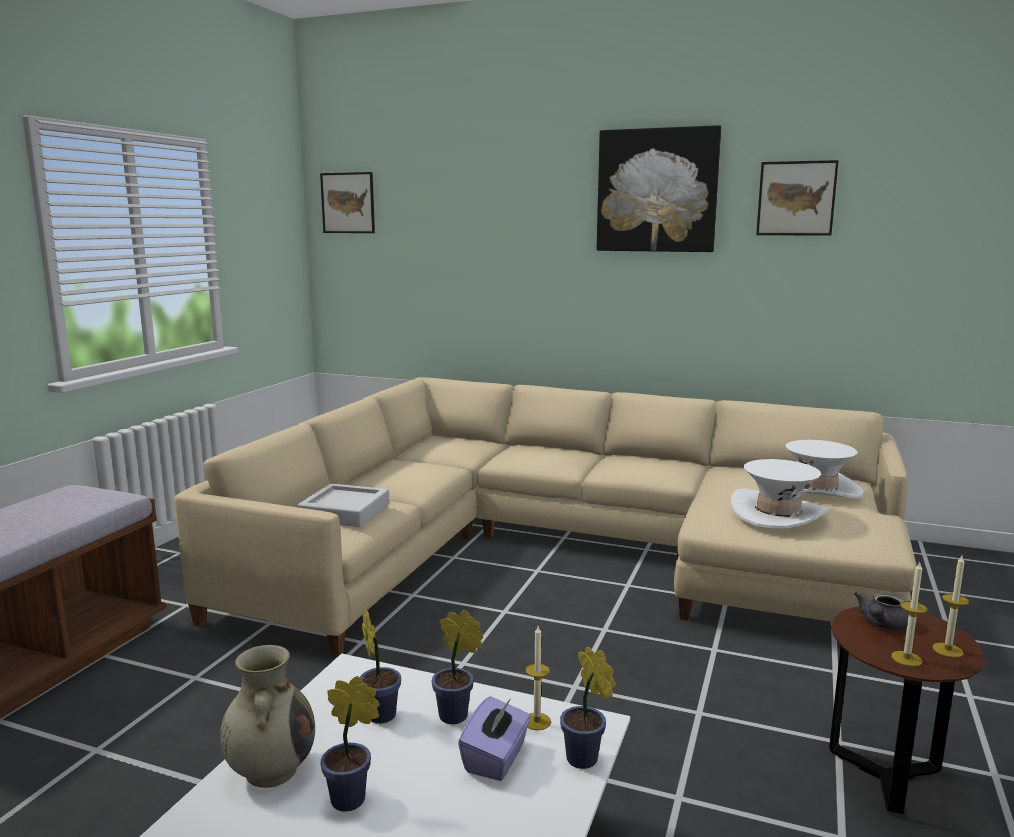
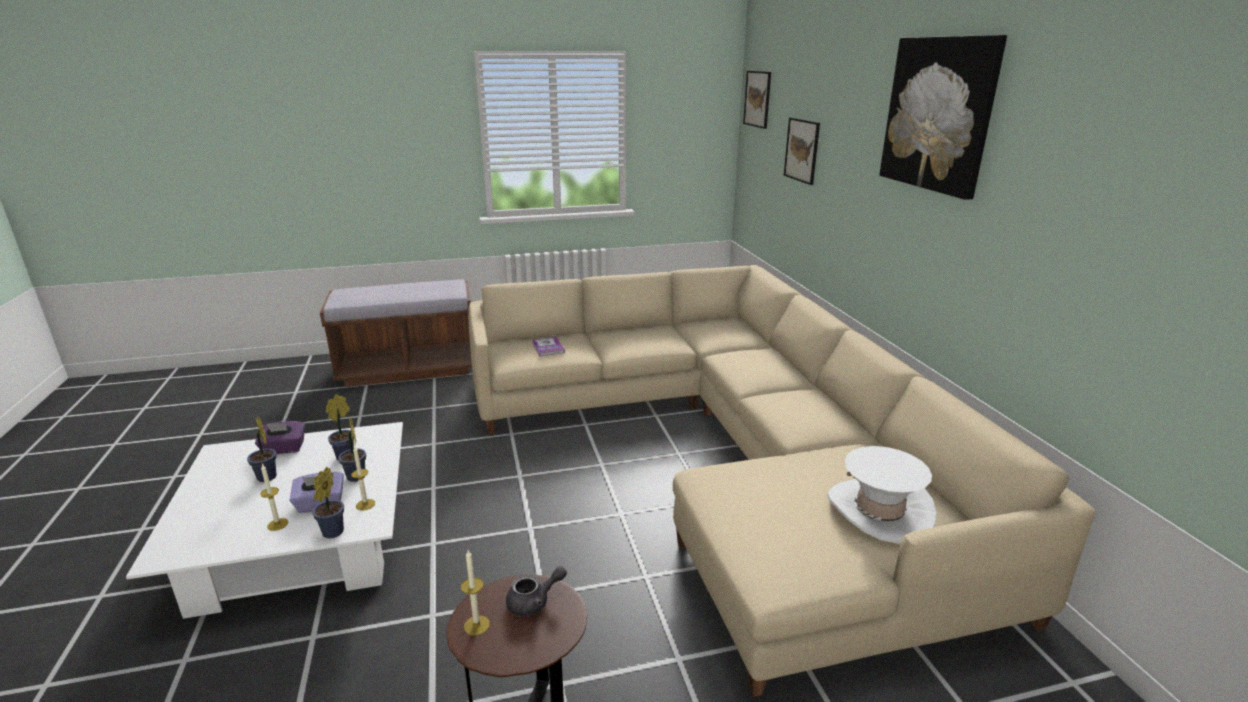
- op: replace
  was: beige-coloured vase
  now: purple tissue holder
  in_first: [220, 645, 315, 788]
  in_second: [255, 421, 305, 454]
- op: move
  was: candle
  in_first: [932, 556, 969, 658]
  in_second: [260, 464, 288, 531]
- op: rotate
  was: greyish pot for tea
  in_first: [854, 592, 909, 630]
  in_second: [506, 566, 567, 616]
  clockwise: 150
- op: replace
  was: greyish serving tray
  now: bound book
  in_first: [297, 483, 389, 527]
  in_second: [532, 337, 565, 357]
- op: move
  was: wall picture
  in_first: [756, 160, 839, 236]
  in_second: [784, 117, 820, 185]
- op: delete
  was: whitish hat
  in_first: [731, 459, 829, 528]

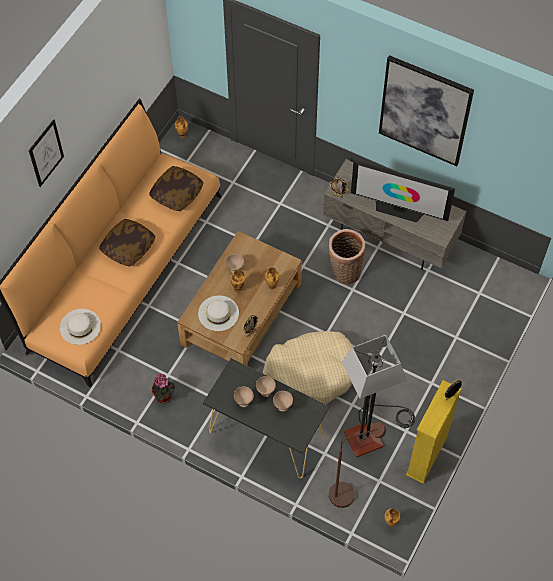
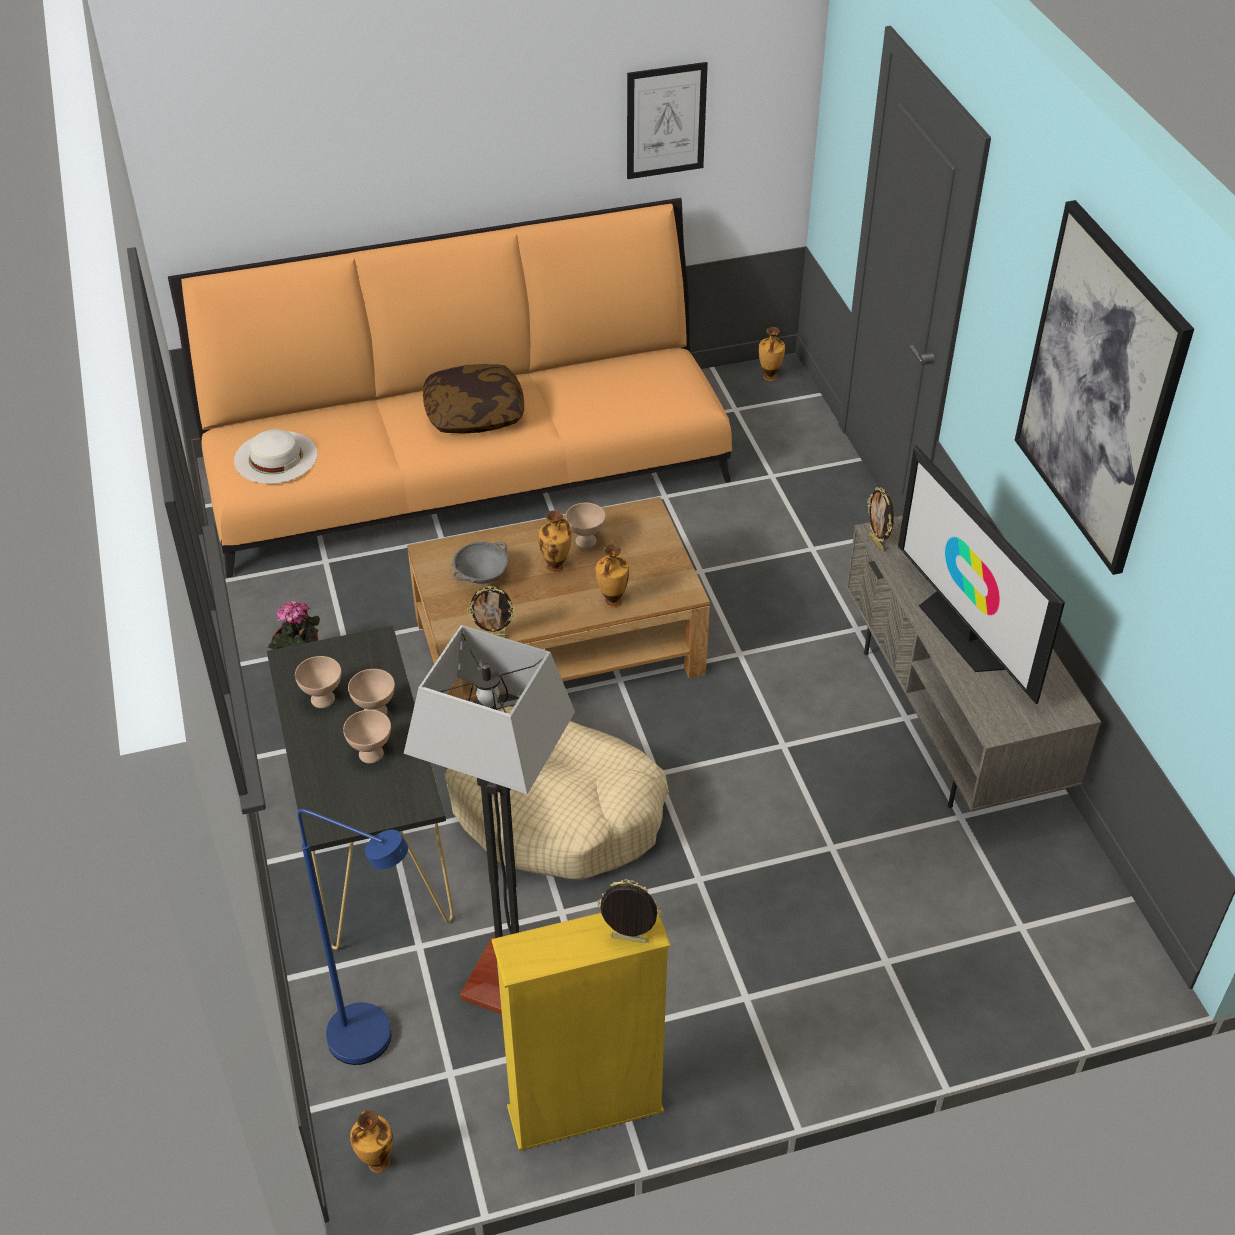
- op: recolor
  was: brown floor lamp
  now: blue floor lamp
  in_first: [329, 422, 386, 508]
  in_second: [297, 809, 408, 1065]
- op: replace
  was: whitish hat
  now: greyish deep dish
  in_first: [198, 295, 239, 331]
  in_second: [451, 542, 510, 585]
- op: move
  was: wall picture
  in_first: [29, 119, 64, 187]
  in_second: [627, 62, 708, 179]
- op: delete
  was: throw pillow
  in_first: [149, 166, 204, 211]
- op: delete
  was: basket
  in_first: [328, 229, 365, 284]

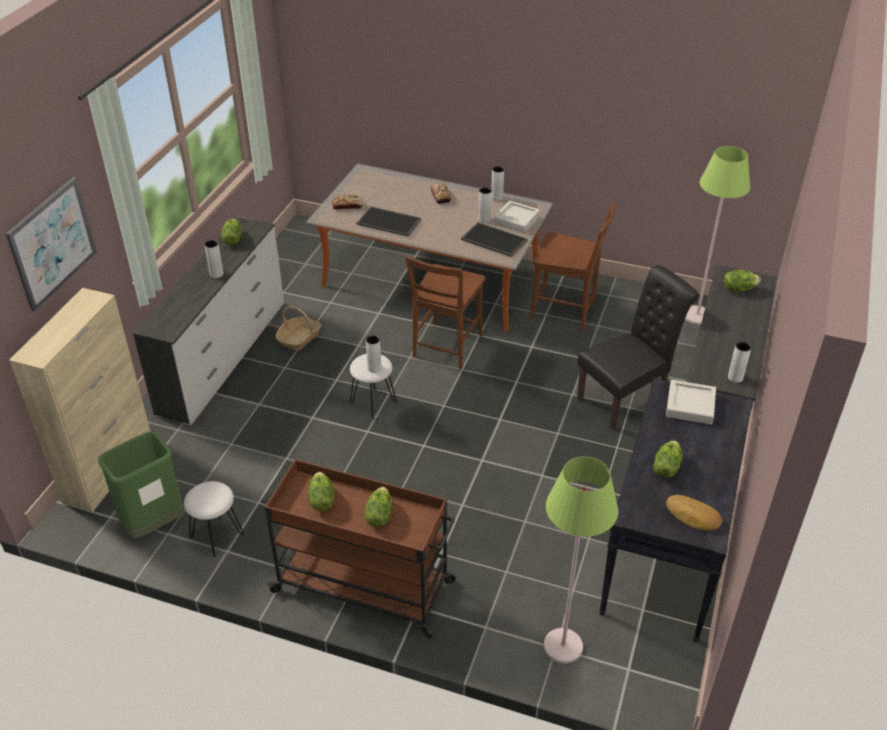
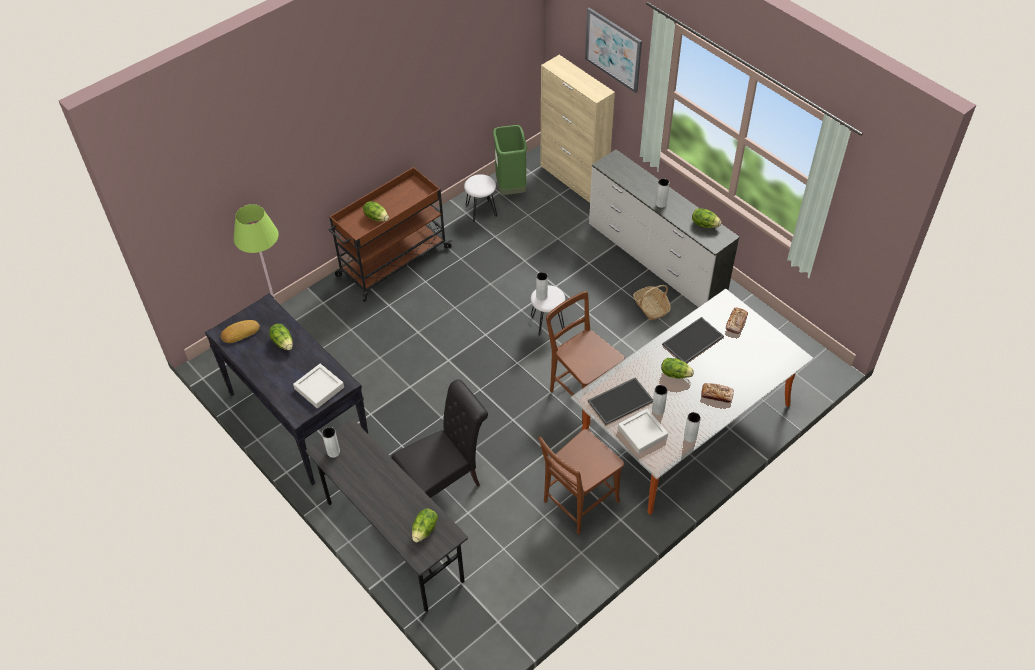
- op: rotate
  was: blackish chair
  in_first: [577, 265, 699, 430]
  in_second: [391, 379, 488, 498]
  clockwise: -120
- op: move
  was: head of lettuce
  in_first: [308, 472, 334, 511]
  in_second: [661, 358, 694, 379]
- op: delete
  was: green floor lamp
  in_first: [685, 146, 750, 325]

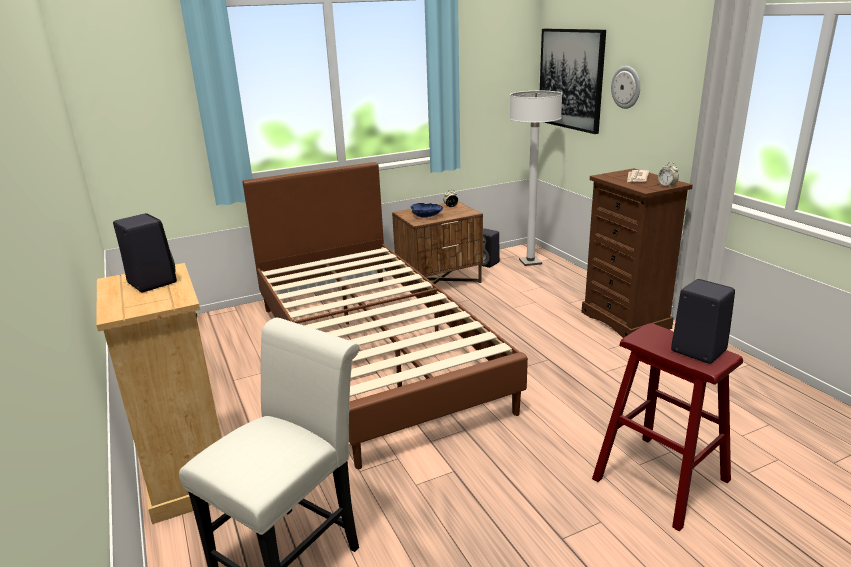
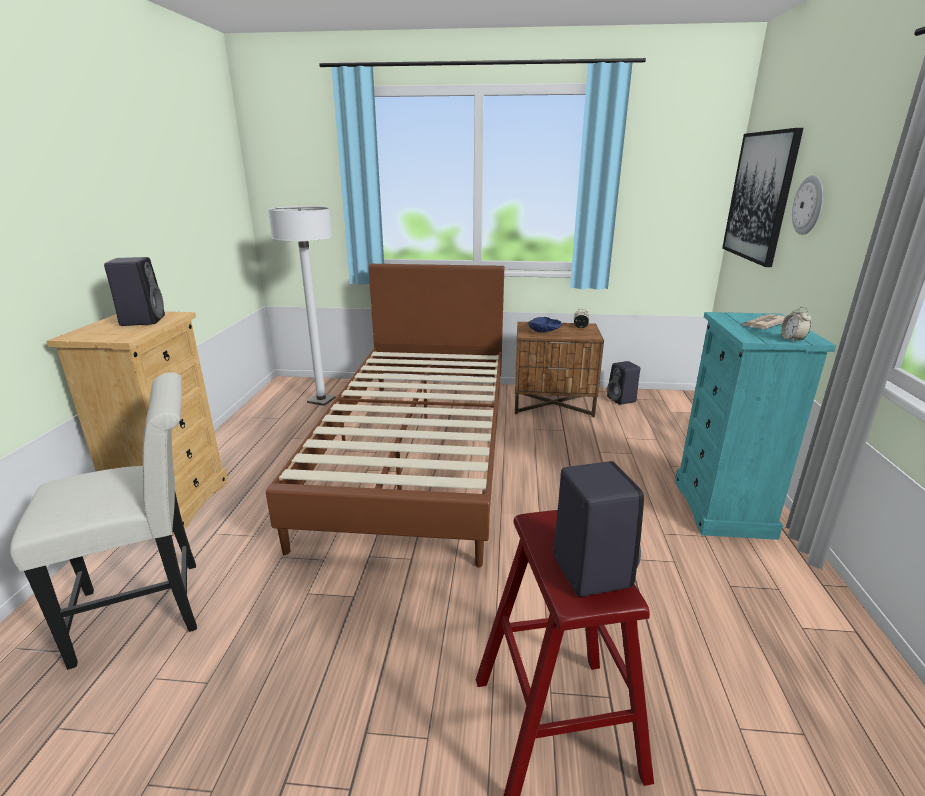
- op: move
  was: whitish floor lamp
  in_first: [510, 91, 563, 266]
  in_second: [268, 206, 336, 406]
- op: recolor
  was: brown chest of drawers
  now: blue-green chest of drawers
  in_first: [582, 168, 693, 338]
  in_second: [675, 312, 836, 540]

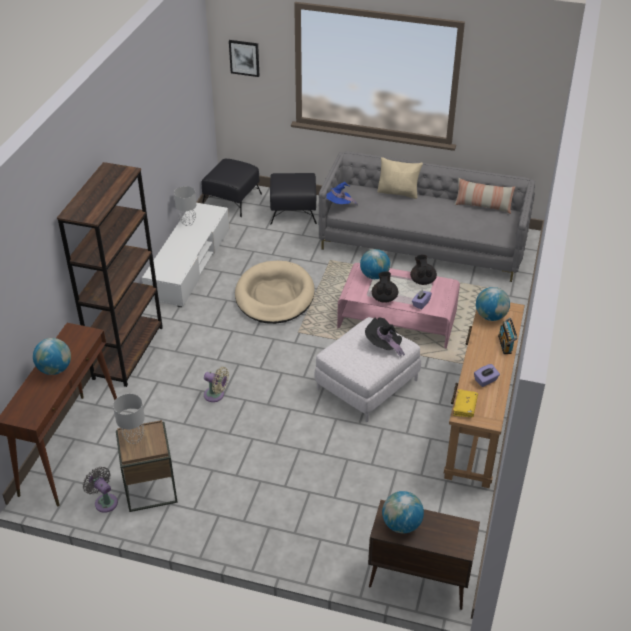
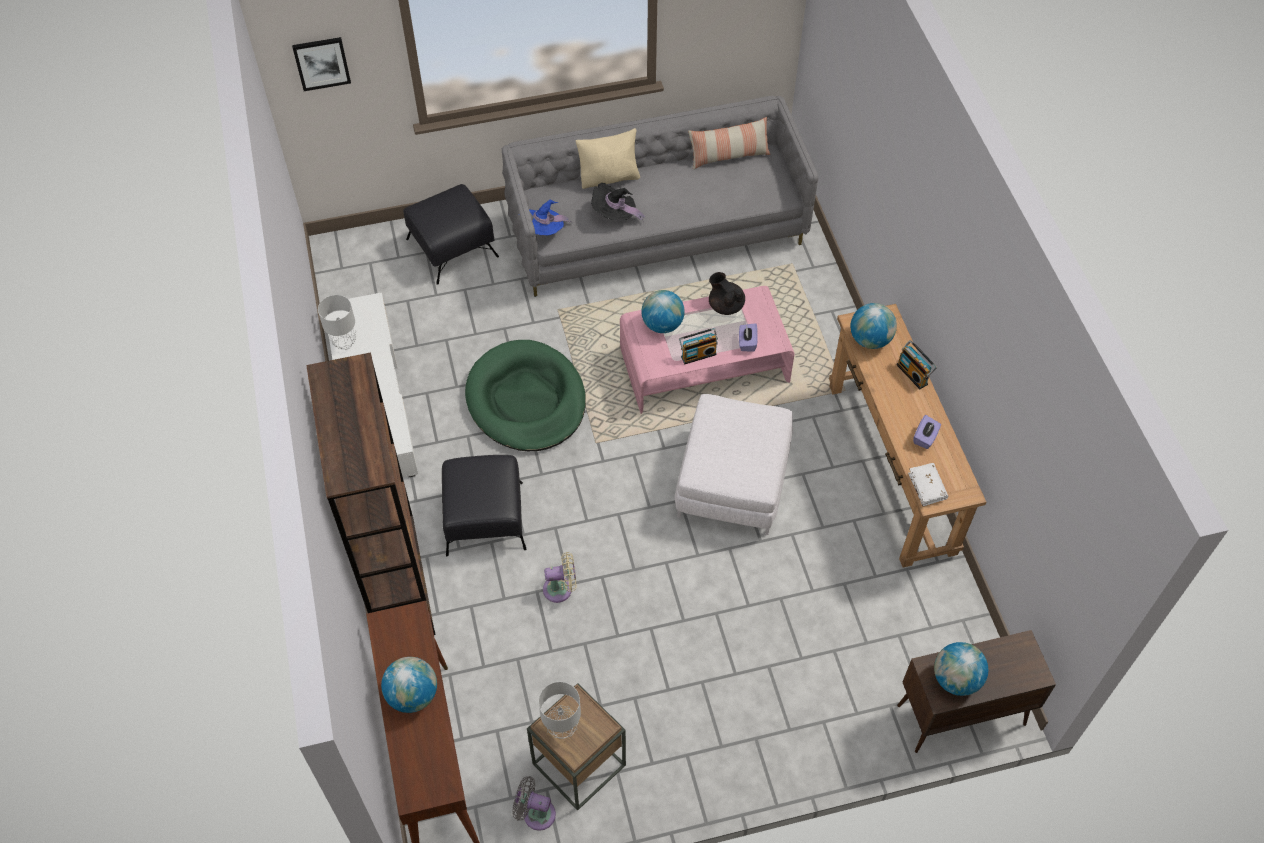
- op: move
  was: blackish pouffe
  in_first: [201, 159, 262, 217]
  in_second: [442, 455, 526, 556]
- op: recolor
  was: beige-coloured pet bed
  now: green pet bed
  in_first: [235, 261, 315, 324]
  in_second: [465, 340, 586, 451]
- op: move
  was: blackish hat
  in_first: [365, 317, 405, 356]
  in_second: [591, 183, 645, 223]
- op: replace
  was: blackish pot for tea
  now: radio
  in_first: [372, 271, 398, 303]
  in_second: [679, 328, 718, 364]
- op: recolor
  was: yellow-coloured bound book
  now: whitish bound book
  in_first: [453, 389, 478, 418]
  in_second: [908, 463, 948, 507]

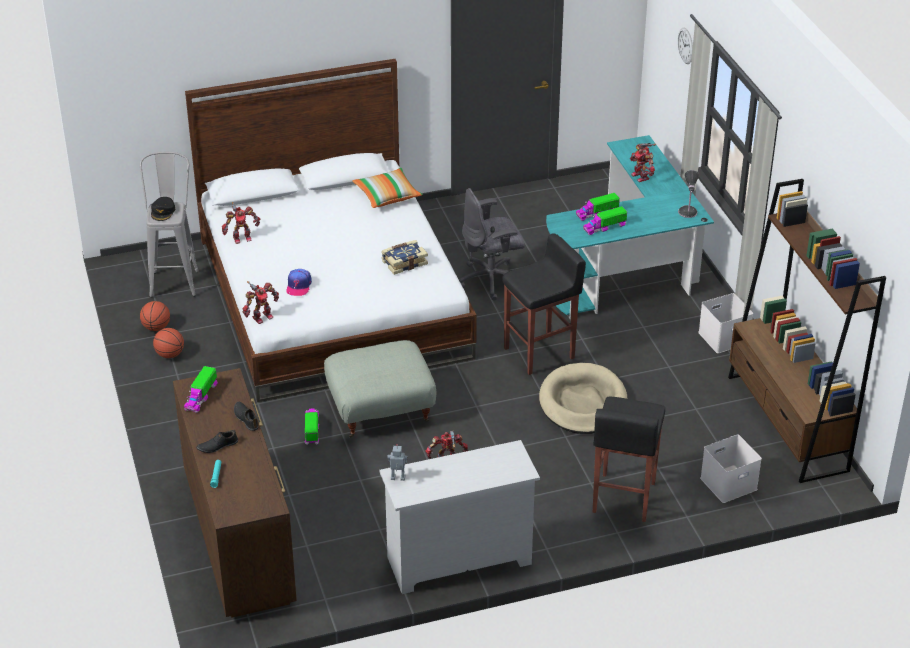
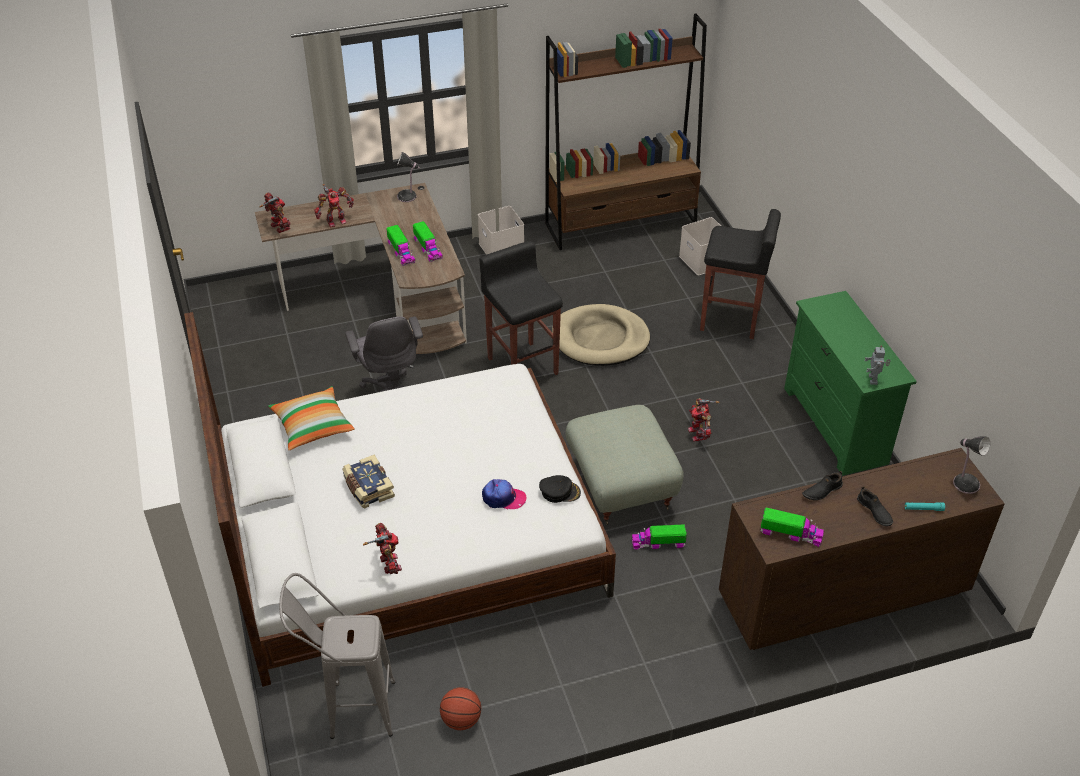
- op: recolor
  was: blue-green desk unit
  now: brown desk unit
  in_first: [546, 135, 714, 319]
  in_second: [255, 183, 467, 354]
- op: move
  was: robot figure
  in_first: [242, 281, 279, 324]
  in_second: [259, 192, 291, 233]
- op: move
  was: bound book
  in_first: [381, 240, 428, 275]
  in_second: [342, 454, 395, 509]
- op: move
  was: blackish baseball cap
  in_first: [151, 197, 175, 221]
  in_second: [539, 475, 581, 503]
- op: recolor
  was: whitish chest of drawers
  now: green chest of drawers
  in_first: [380, 440, 540, 594]
  in_second: [784, 291, 917, 476]
- op: insert
  now: tabletop lamp
  in_second: [953, 436, 990, 494]
- op: delete
  was: basketball
  in_first: [153, 328, 184, 358]
- op: delete
  was: hanging clock
  in_first: [678, 27, 693, 64]

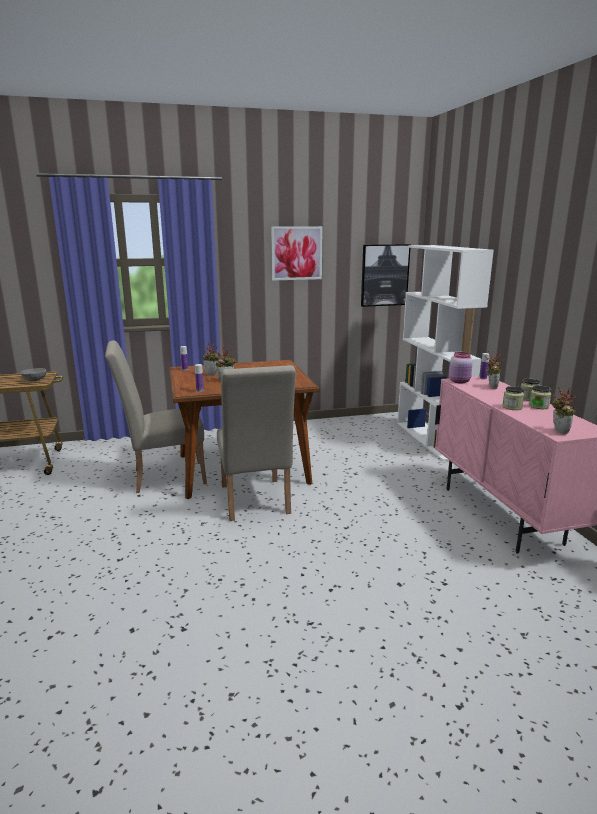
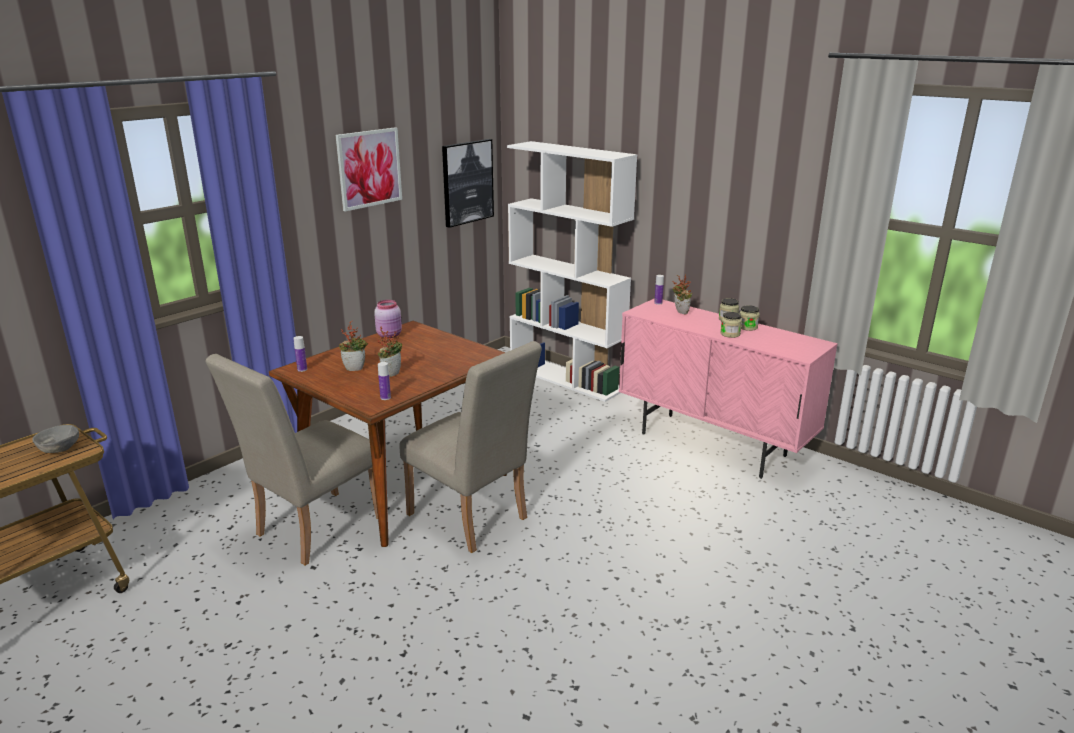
- op: move
  was: pinkish storage jar
  in_first: [449, 352, 473, 384]
  in_second: [374, 300, 402, 338]
- op: delete
  was: plant in a pot
  in_first: [552, 387, 576, 434]

